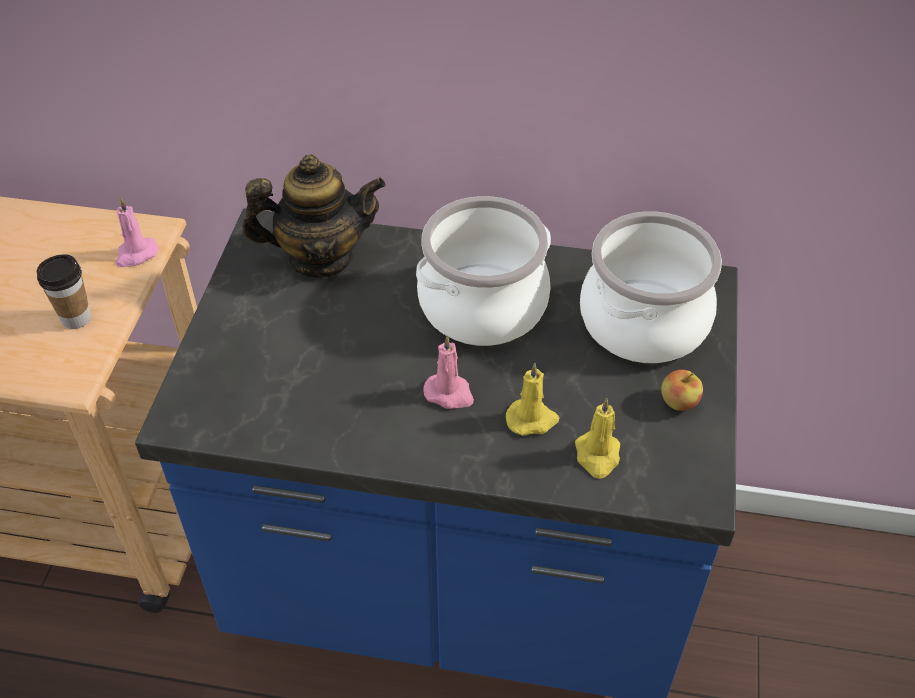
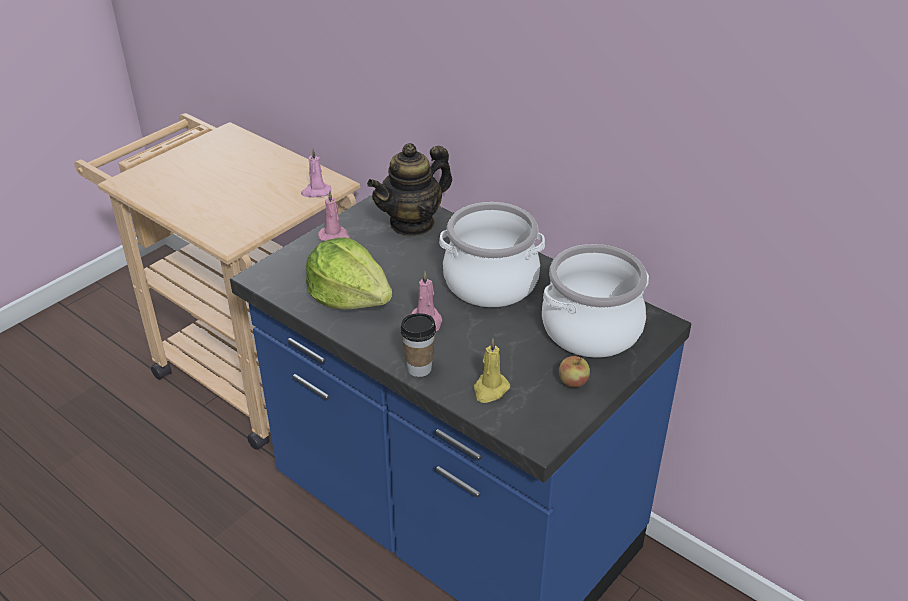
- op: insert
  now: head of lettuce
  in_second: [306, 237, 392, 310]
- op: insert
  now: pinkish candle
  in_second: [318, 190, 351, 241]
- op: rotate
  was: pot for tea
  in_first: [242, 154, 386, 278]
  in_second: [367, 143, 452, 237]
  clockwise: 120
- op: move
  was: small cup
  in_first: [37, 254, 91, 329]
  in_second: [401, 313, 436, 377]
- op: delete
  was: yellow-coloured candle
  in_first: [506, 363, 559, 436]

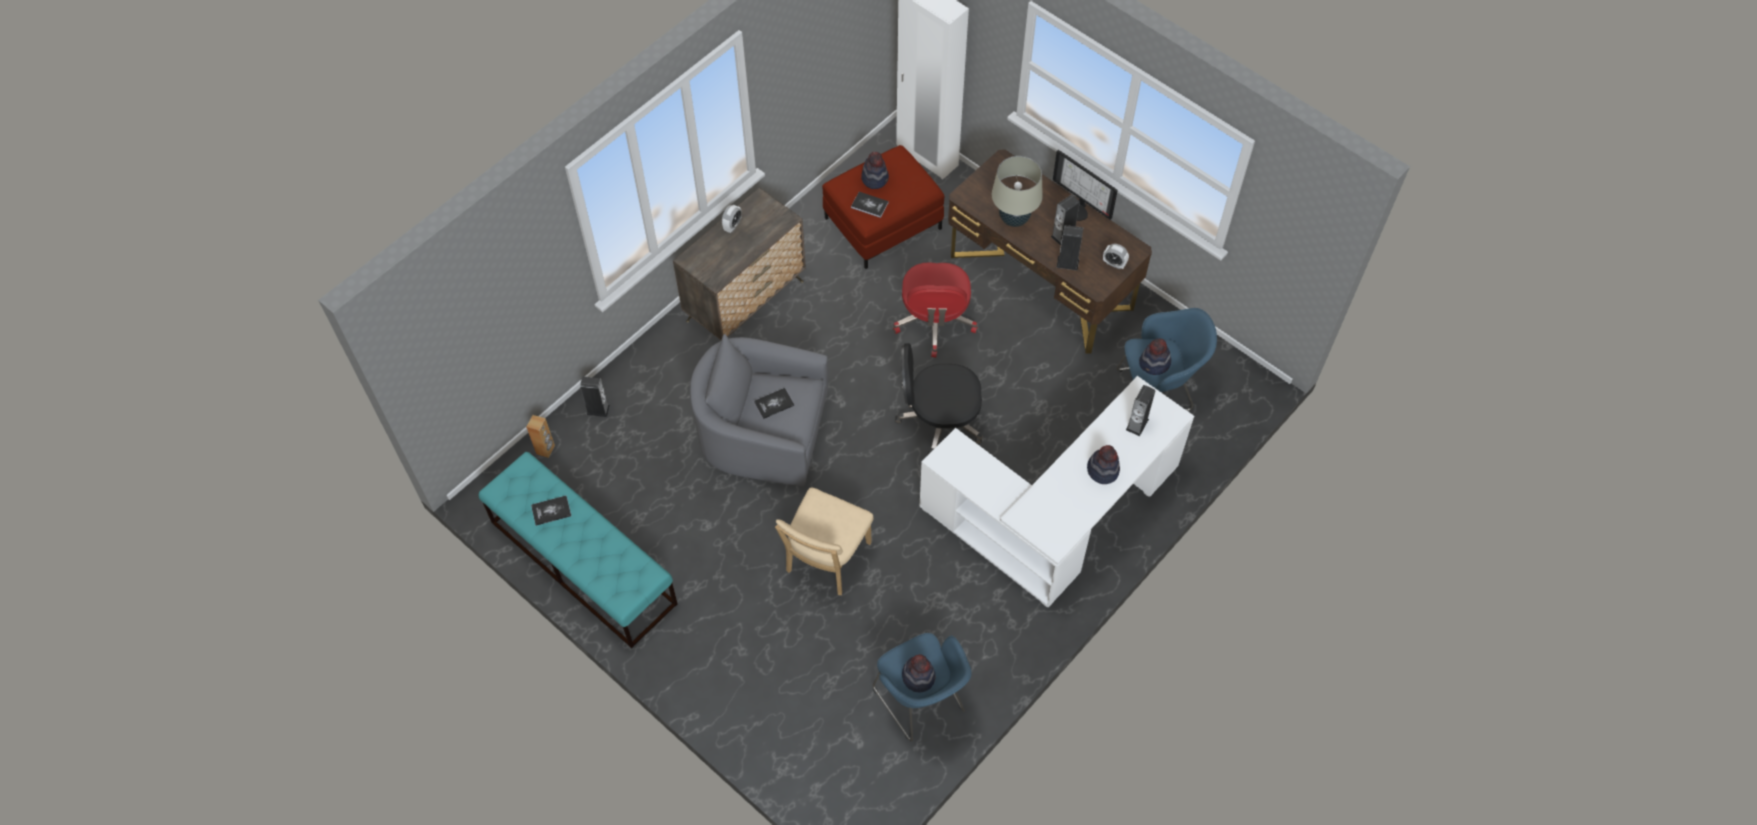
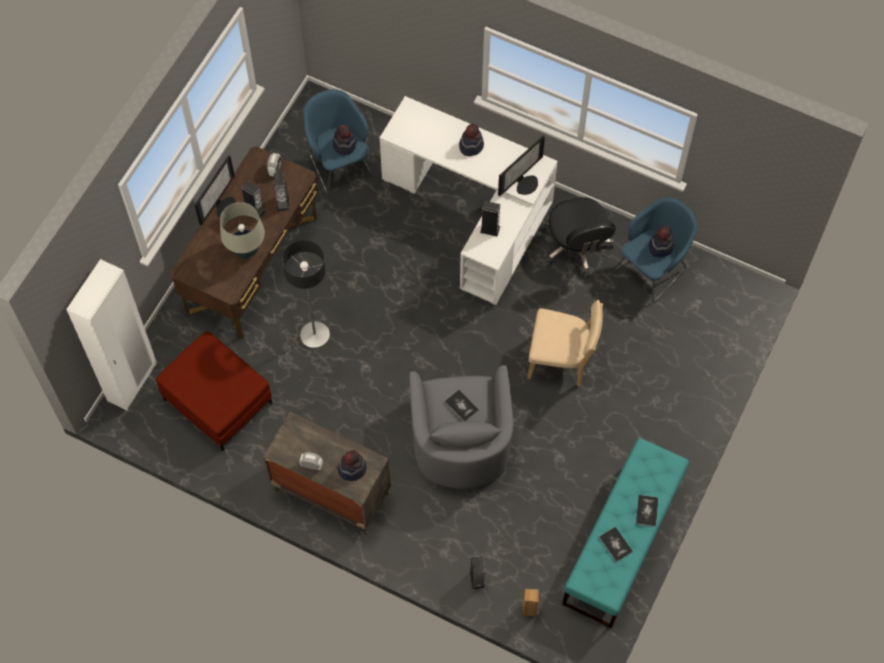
- op: replace
  was: red-coloured office chair
  now: floor lamp
  in_first: [893, 262, 978, 358]
  in_second: [282, 240, 330, 349]
- op: move
  was: hat
  in_first: [861, 152, 889, 189]
  in_second: [338, 450, 367, 481]
- op: move
  was: audio speaker
  in_first: [1126, 385, 1155, 436]
  in_second: [480, 201, 500, 237]
- op: insert
  now: computer screen
  in_second: [498, 135, 545, 197]
- op: move
  was: blackish office chair
  in_first: [895, 343, 983, 456]
  in_second: [545, 197, 616, 278]
- op: move
  was: bound book
  in_first: [851, 192, 889, 218]
  in_second: [636, 495, 659, 527]

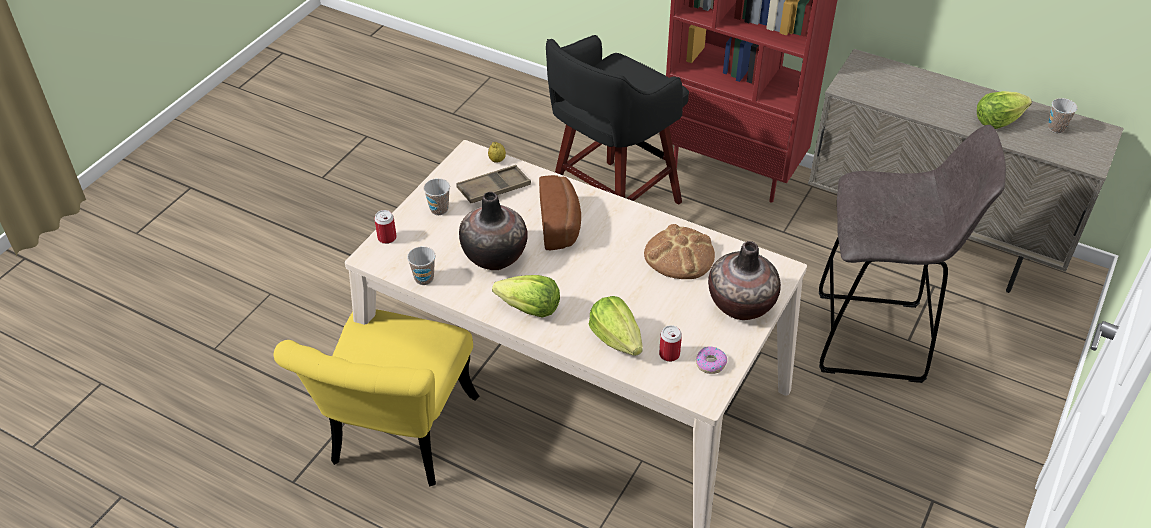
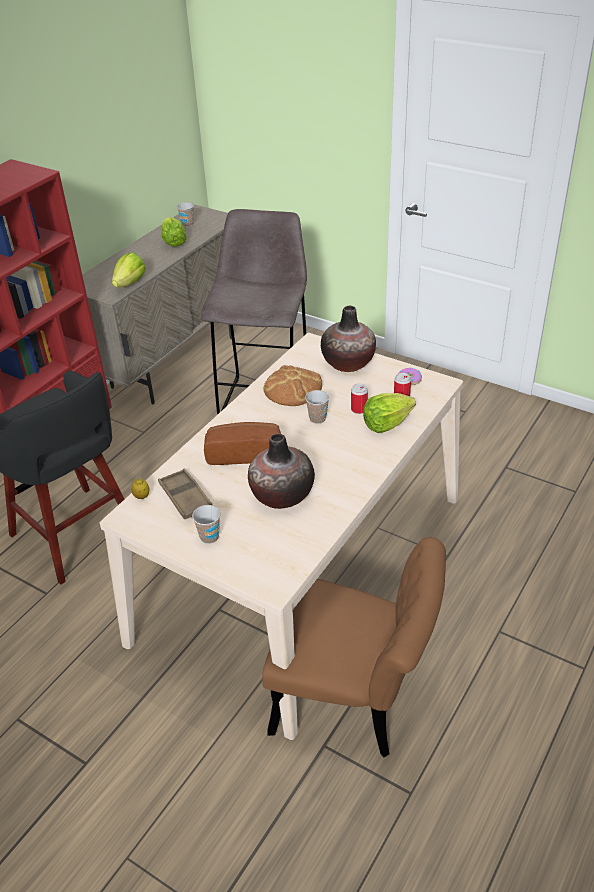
- op: move
  was: head of lettuce
  in_first: [492, 275, 560, 318]
  in_second: [112, 252, 146, 288]
- op: recolor
  was: yellow-coloured chair
  now: brown chair
  in_first: [274, 309, 479, 487]
  in_second: [262, 537, 446, 757]
- op: move
  was: small cup
  in_first: [407, 246, 435, 285]
  in_second: [305, 390, 329, 424]
- op: move
  was: metal can
  in_first: [374, 210, 397, 244]
  in_second: [351, 384, 368, 414]

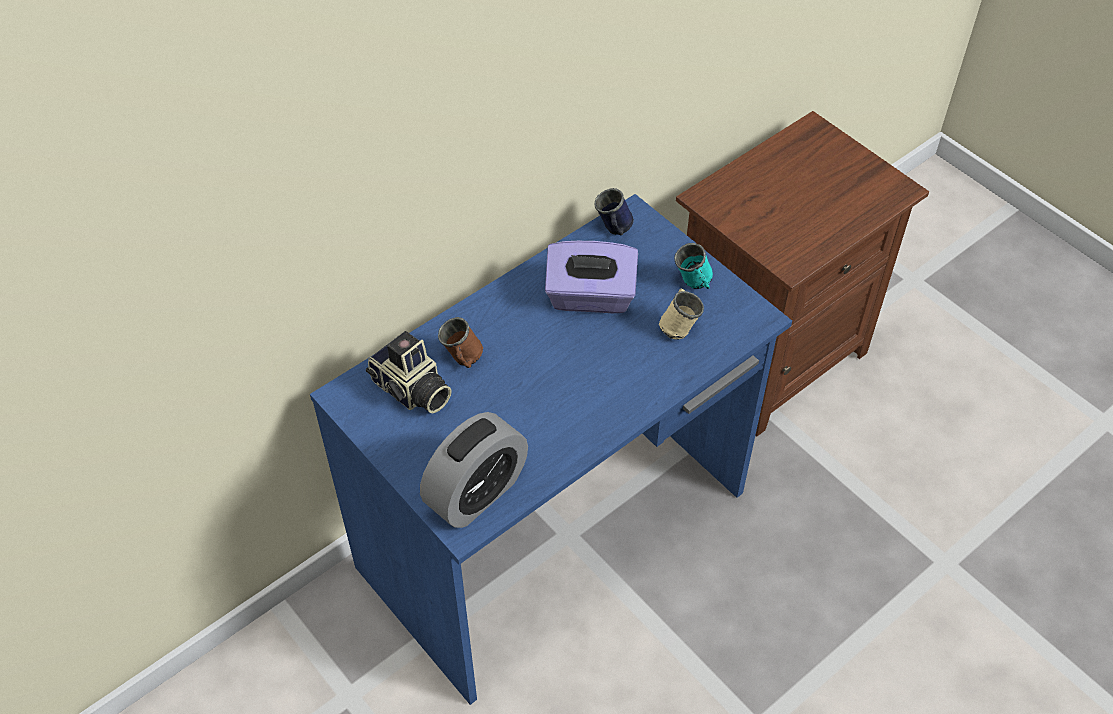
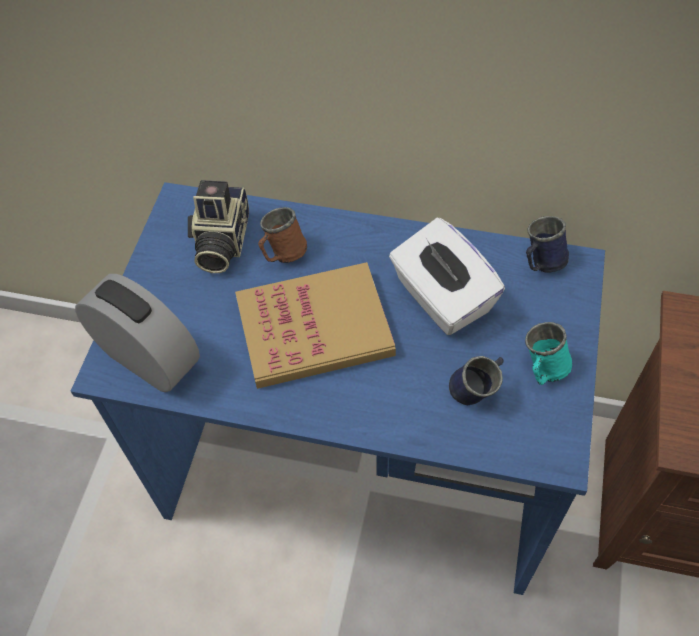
- op: rotate
  was: alarm clock
  in_first: [420, 412, 528, 528]
  in_second: [75, 274, 200, 392]
  clockwise: -150
- op: insert
  now: bound book
  in_second: [235, 262, 396, 389]
- op: recolor
  was: purple tissue holder
  now: whitish tissue holder
  in_first: [545, 241, 638, 313]
  in_second: [389, 218, 505, 335]
- op: recolor
  was: beige-coloured tea mug
  now: blue tea mug
  in_first: [659, 288, 704, 340]
  in_second: [449, 356, 504, 405]

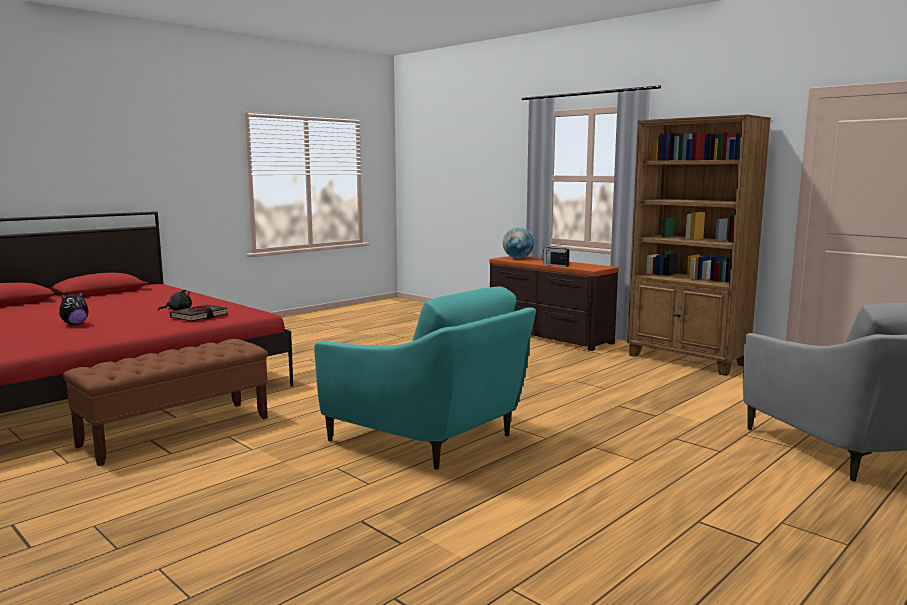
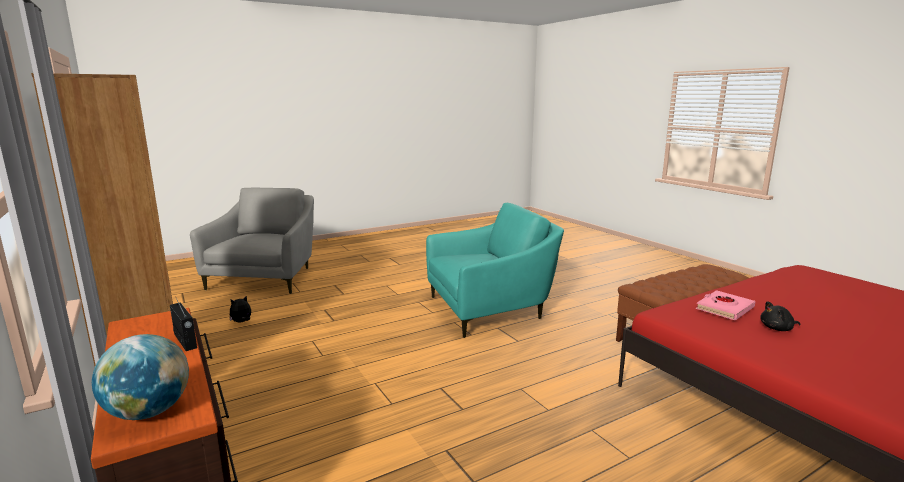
- op: move
  was: soft toy
  in_first: [59, 290, 89, 325]
  in_second: [230, 295, 251, 323]
- op: rotate
  was: blue-green armchair
  in_first: [314, 287, 536, 470]
  in_second: [426, 203, 564, 338]
  clockwise: 105
- op: recolor
  was: blackish bound book
  now: pinkish bound book
  in_first: [169, 305, 228, 322]
  in_second: [696, 290, 755, 320]

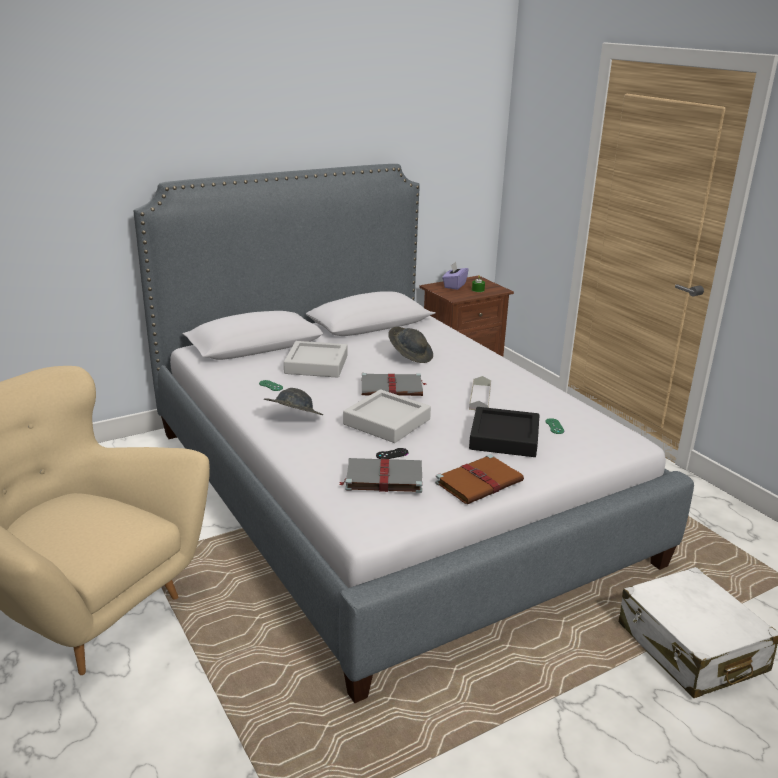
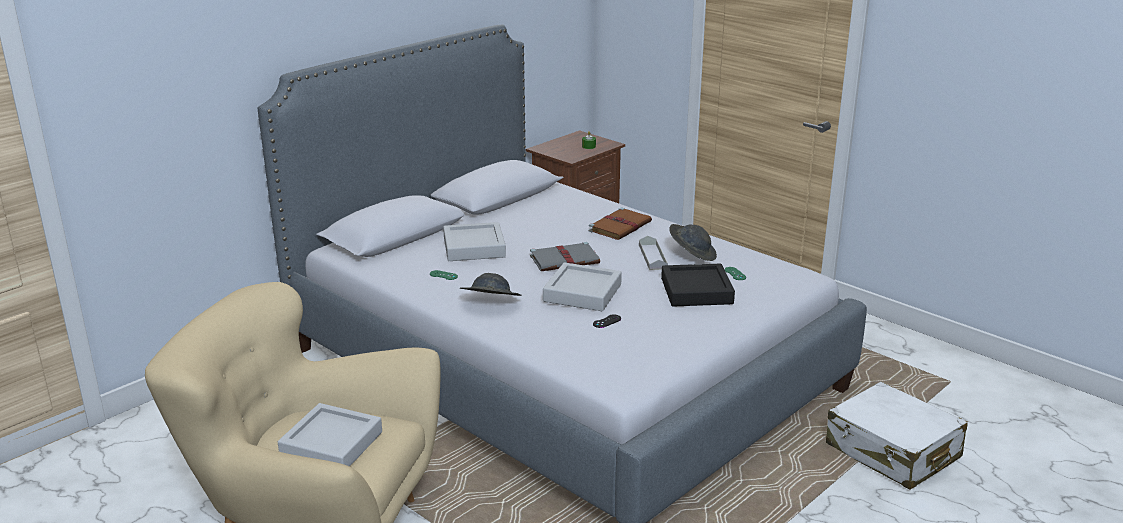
- op: insert
  now: greyish serving tray
  in_second: [278, 403, 382, 467]
- op: move
  was: brown bound book
  in_first: [435, 454, 524, 504]
  in_second: [589, 207, 652, 240]
- op: move
  was: greyish hat
  in_first: [388, 327, 433, 363]
  in_second: [669, 224, 717, 261]
- op: delete
  was: greyish bound book
  in_first: [339, 458, 423, 493]
- op: delete
  was: purple tissue holder
  in_first: [442, 262, 469, 290]

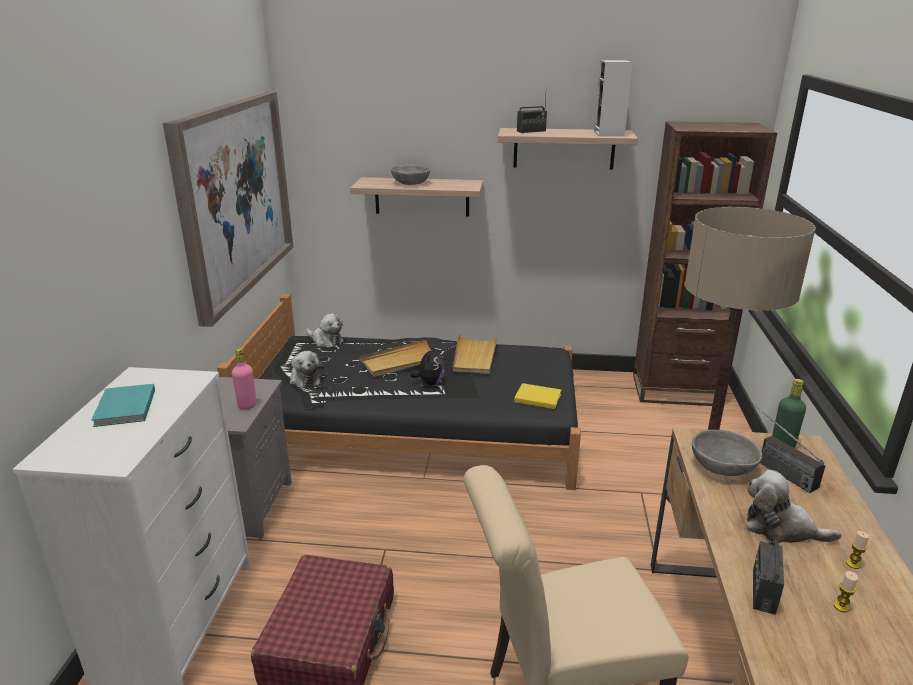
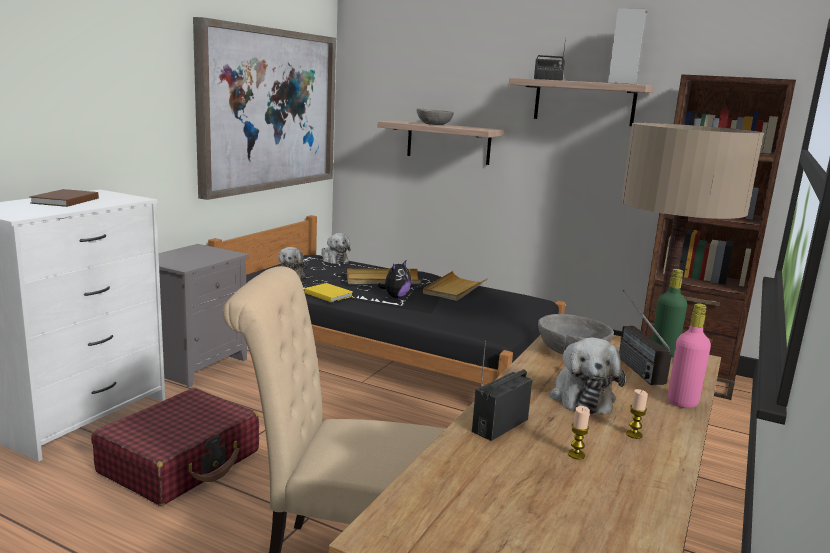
- op: recolor
  was: blue-green bound book
  now: brown bound book
  in_first: [91, 384, 155, 427]
  in_second: [30, 189, 99, 207]
- op: move
  was: yellow-coloured bound book
  in_first: [514, 383, 561, 409]
  in_second: [304, 283, 353, 303]
- op: rotate
  was: soft toy
  in_first: [746, 470, 842, 543]
  in_second: [550, 337, 625, 414]
  clockwise: -135
- op: move
  was: pinkish bottle
  in_first: [232, 348, 257, 410]
  in_second: [668, 303, 711, 408]

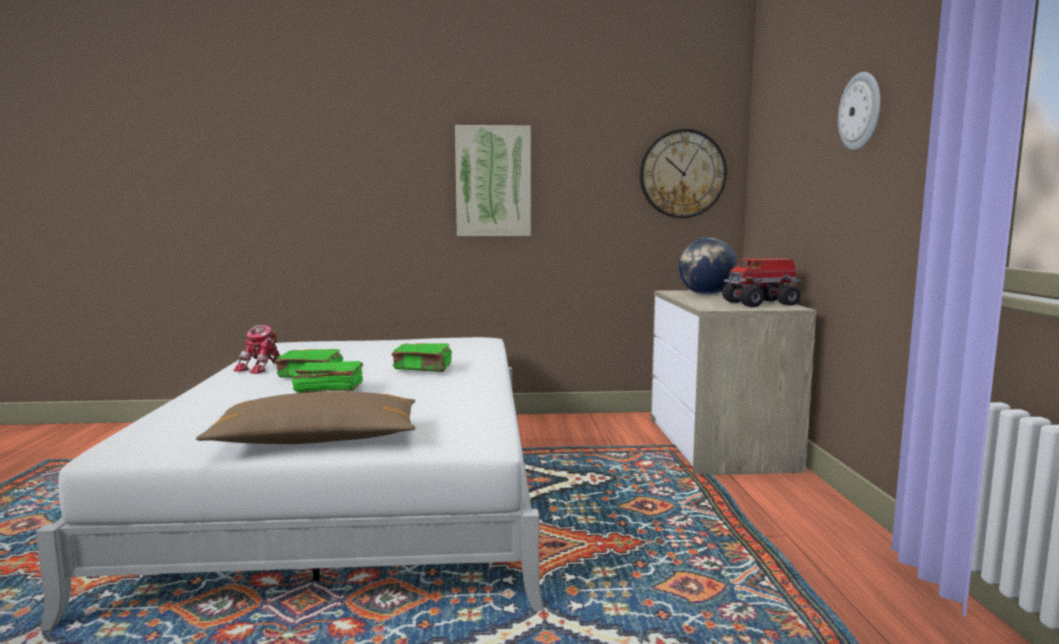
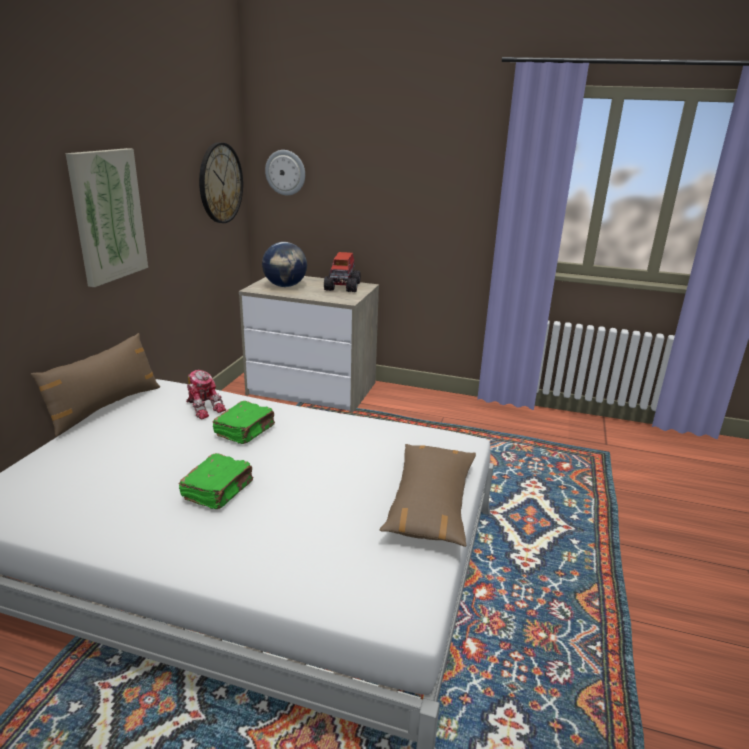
- op: insert
  now: brown throw pillow
  in_second: [31, 333, 160, 436]
- op: move
  was: robot figure
  in_first: [233, 325, 280, 374]
  in_second: [186, 370, 226, 419]
- op: move
  was: hanging clock
  in_first: [838, 72, 881, 150]
  in_second: [265, 150, 305, 196]
- op: delete
  was: green bound book
  in_first: [292, 361, 363, 393]

